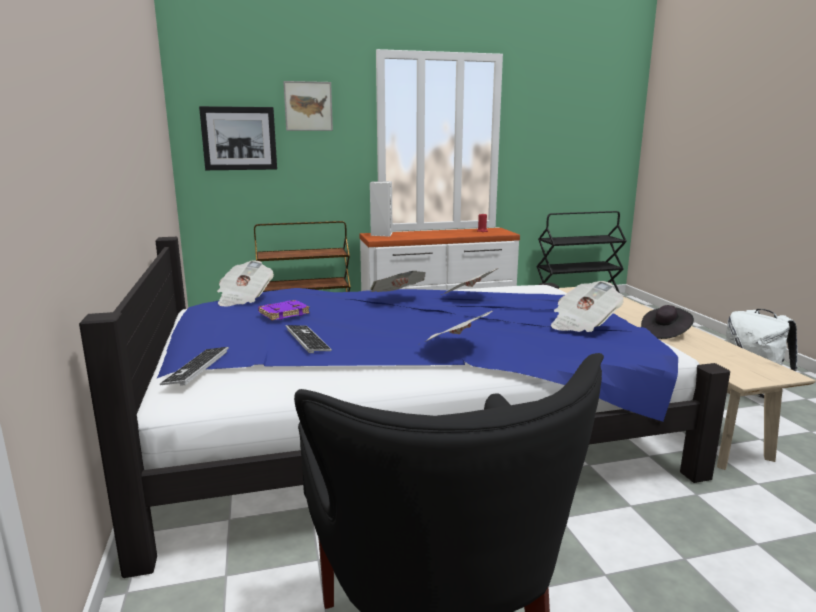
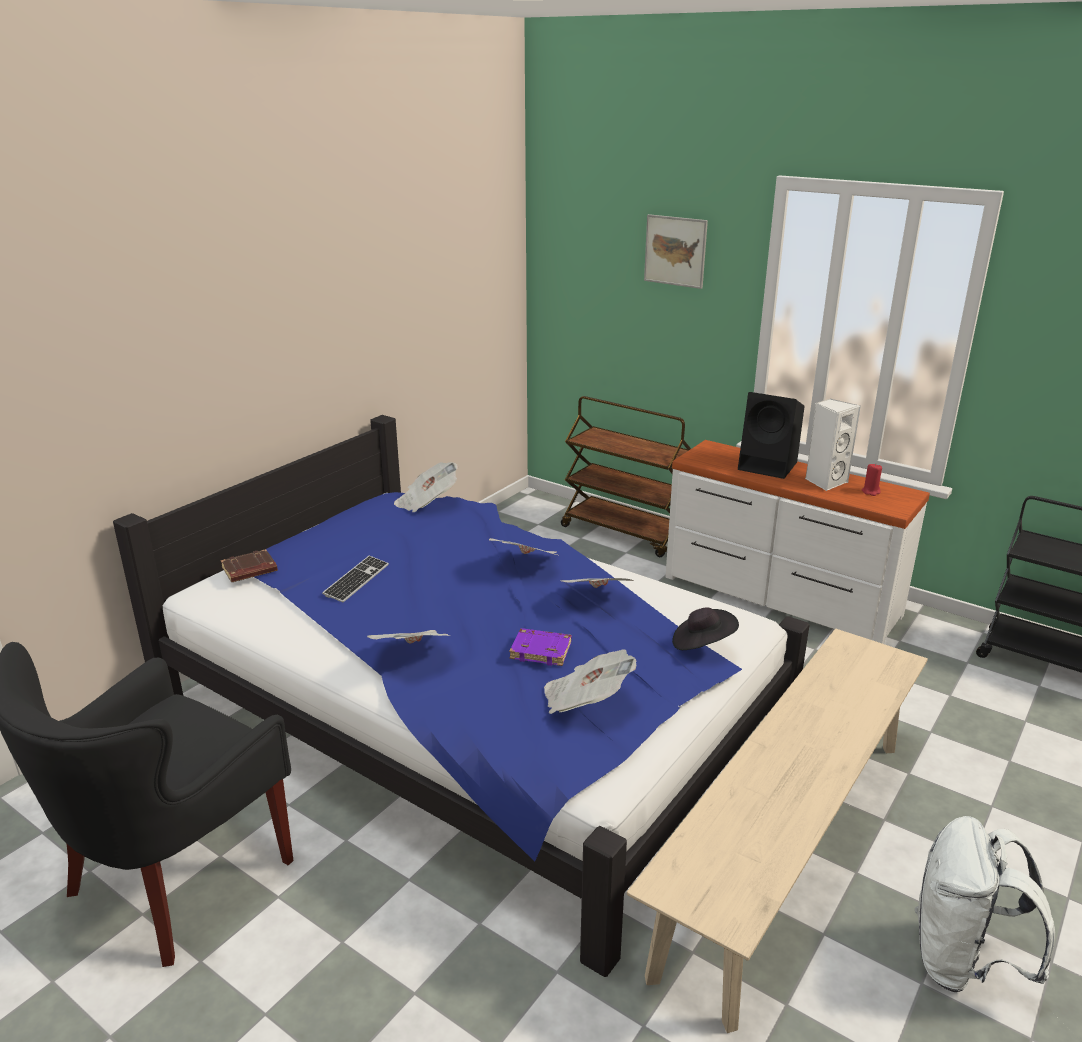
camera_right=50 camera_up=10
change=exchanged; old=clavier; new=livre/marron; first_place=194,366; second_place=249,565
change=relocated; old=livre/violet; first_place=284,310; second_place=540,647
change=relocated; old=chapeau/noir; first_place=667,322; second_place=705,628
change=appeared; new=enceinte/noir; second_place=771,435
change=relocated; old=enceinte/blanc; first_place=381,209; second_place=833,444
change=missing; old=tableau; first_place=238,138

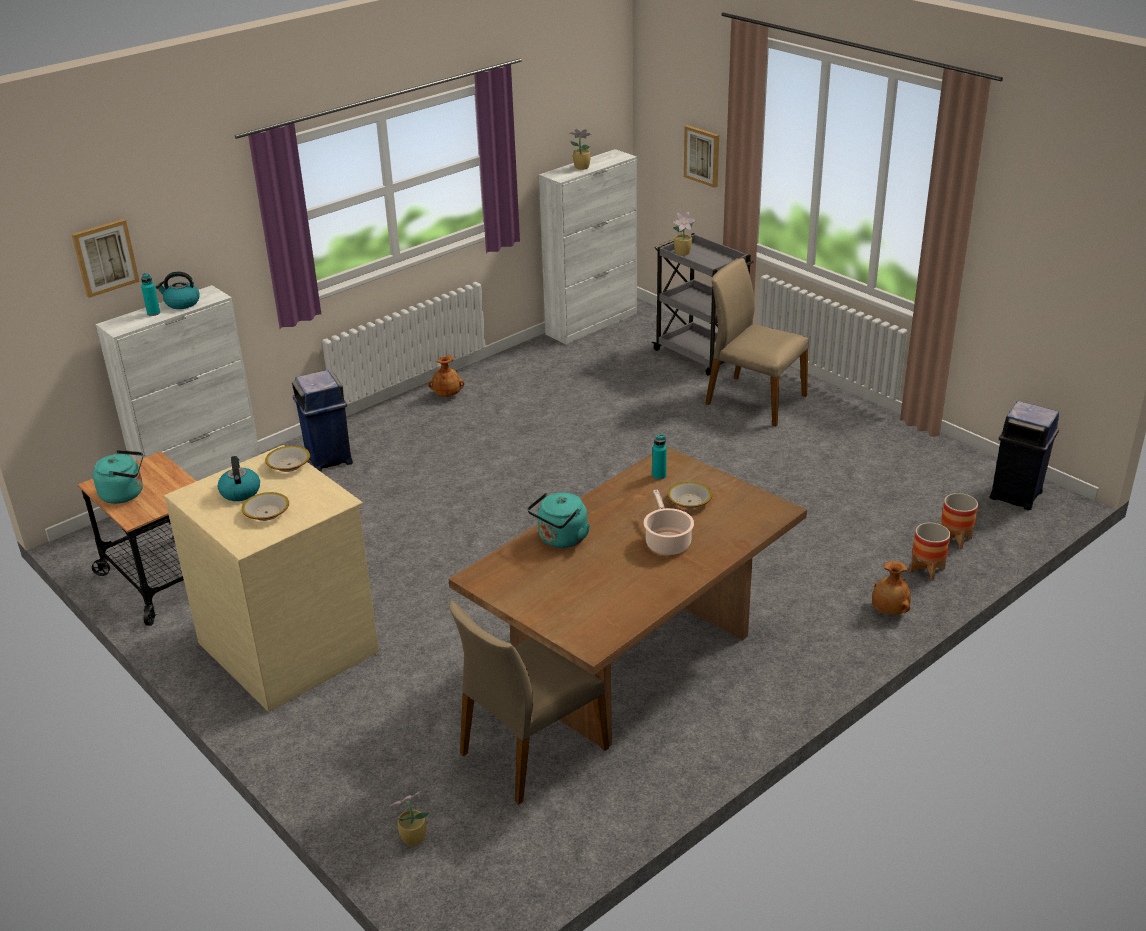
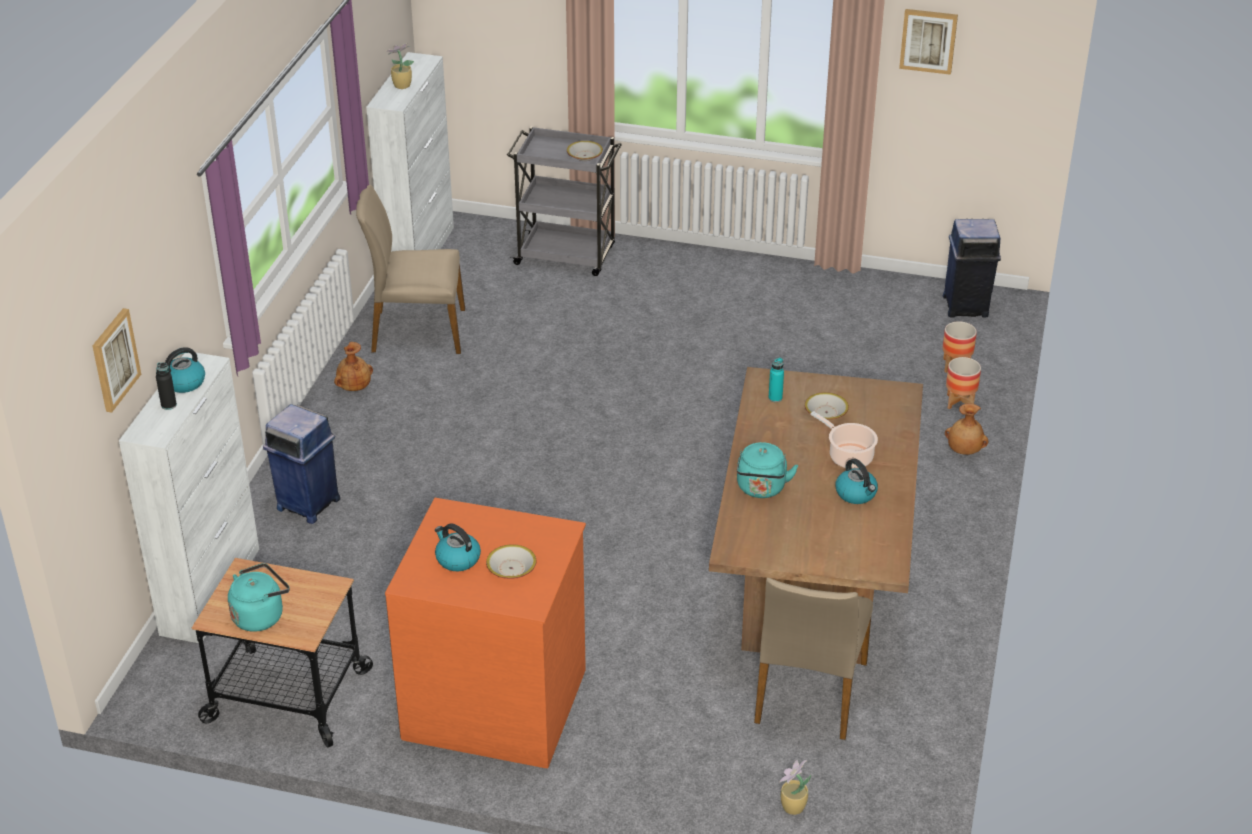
camera_right=-35 camera_up=5
change=colour; old=bouteille/turquoise; new=bouteille/noir; first_place=150,294; second_place=166,386
change=relocated; old=chaise/beige; first_place=757,342; second_place=410,269
change=colour; old=commode/beige; new=commode/orange; first_place=271,578; second_place=485,633
change=relocated; old=bol; first_place=287,459; second_place=585,151
change=appeared; new=bouilloire; second_place=856,481
change=relocated; old=tableau; first_place=701,156; second_place=928,42
change=missing; old=plante en pot; first_place=684,234

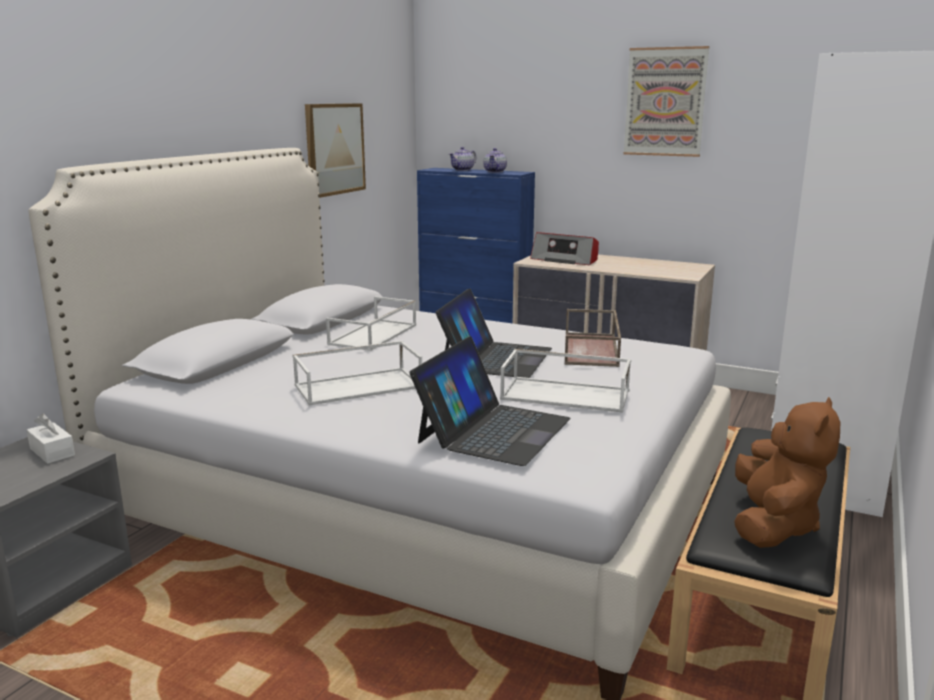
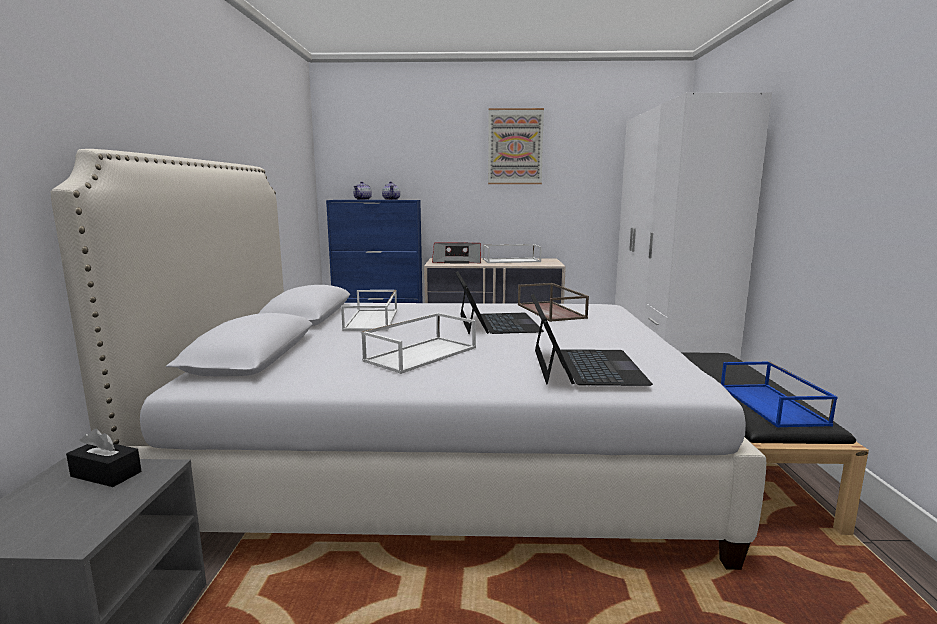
camera_right=-25 camera_up=-5
change=colour; old=boîte à mouchoirs/blanc; new=boîte à mouchoirs/noir; first_place=51,439; second_place=103,458
change=relocated; old=plateau/blanc; first_place=565,381; second_place=512,253
change=exchanged; old=peluche/marron; new=plateau/bleu; first_place=787,472; second_place=779,394
change=missing; old=tableau; first_place=335,150

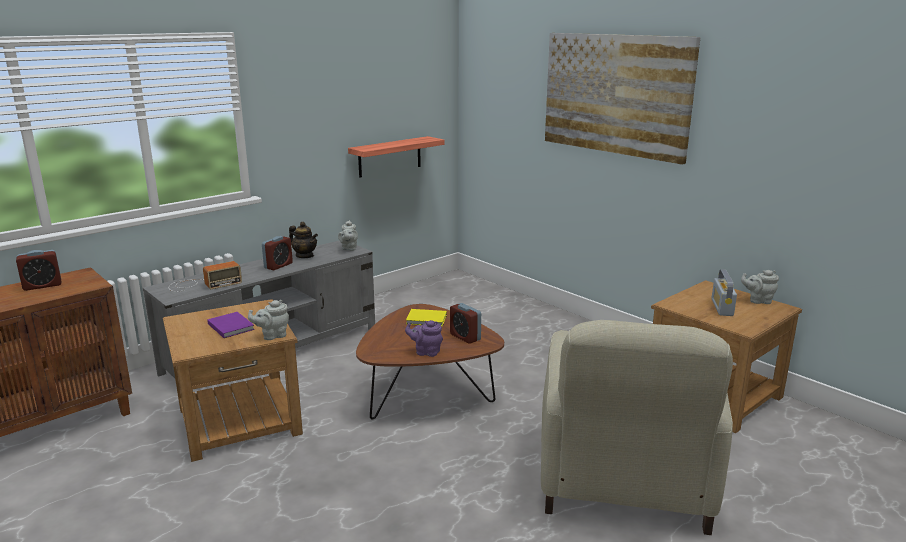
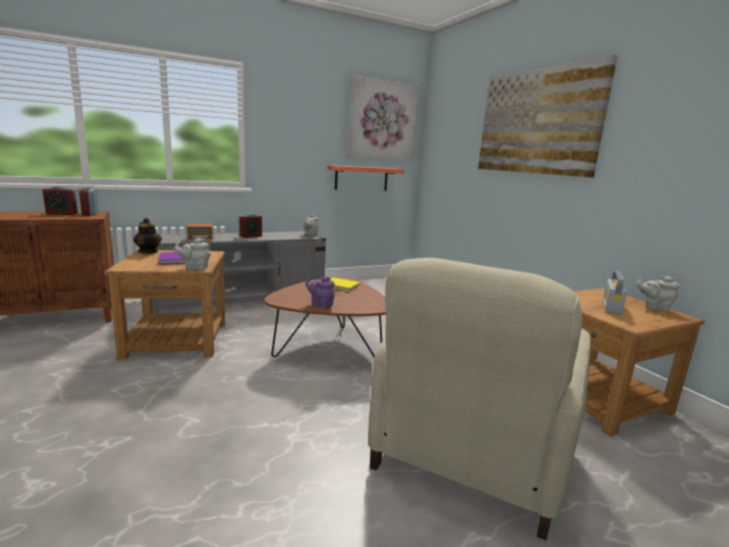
camera_right=15 camera_up=-5
change=relocated; old=réveil; first_place=465,323; second_place=88,201
change=relocated; old=théière; first_place=303,240; second_place=147,235
change=appeared; new=tableau; second_place=383,117

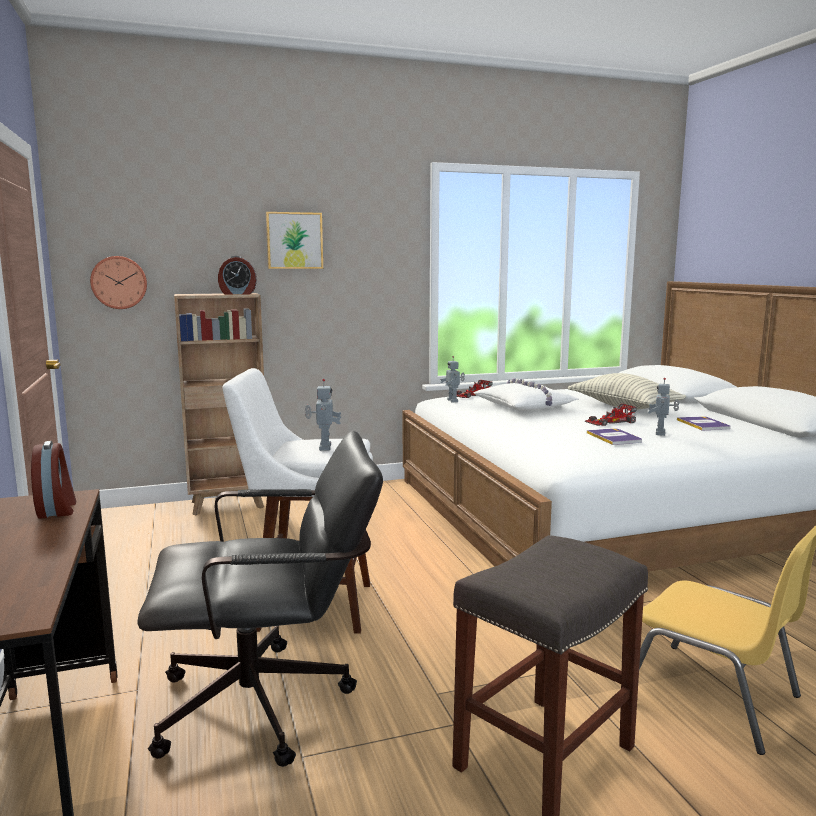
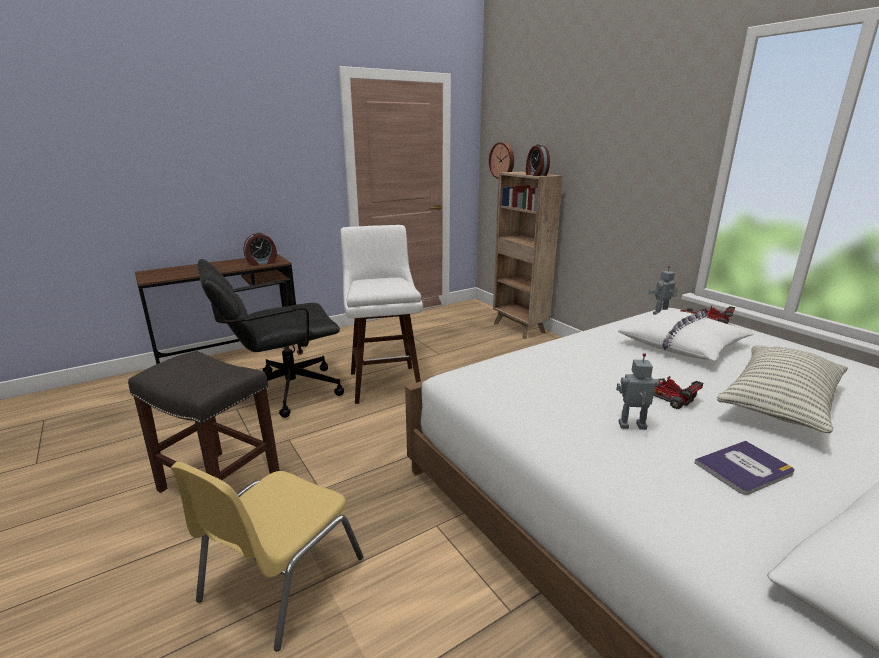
camera_right=75 camera_up=10
change=spun; old=chaise de bureau/noir; first_place=260,599; second_place=271,338; degrees=90
change=missing; old=tableau; first_place=294,240
change=missing; old=robot jouet; first_place=323,415
change=missing; old=livre; first_place=614,436

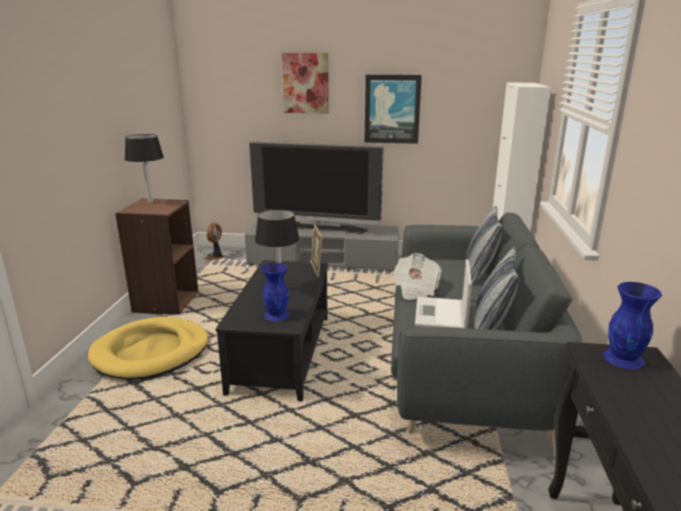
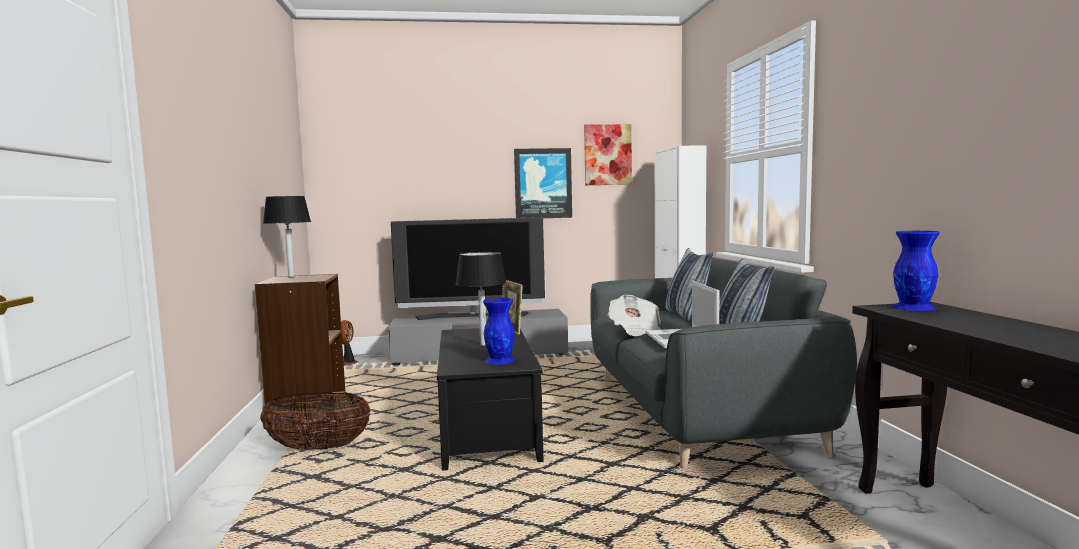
camera_right=-15 camera_up=-15
change=exchanged; old=panier pour chien/jaune; new=panier; first_place=148,348; second_place=315,421
change=relocated; old=tableau; first_place=305,83; second_place=608,154

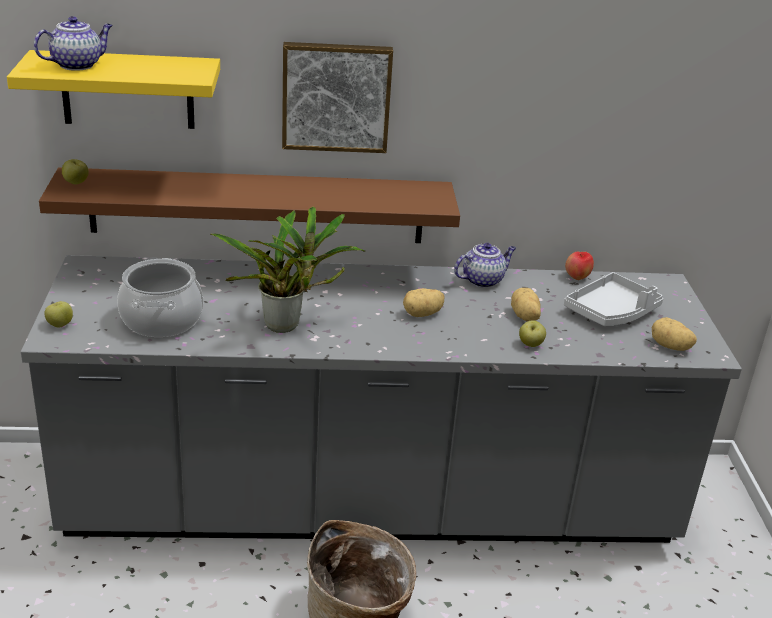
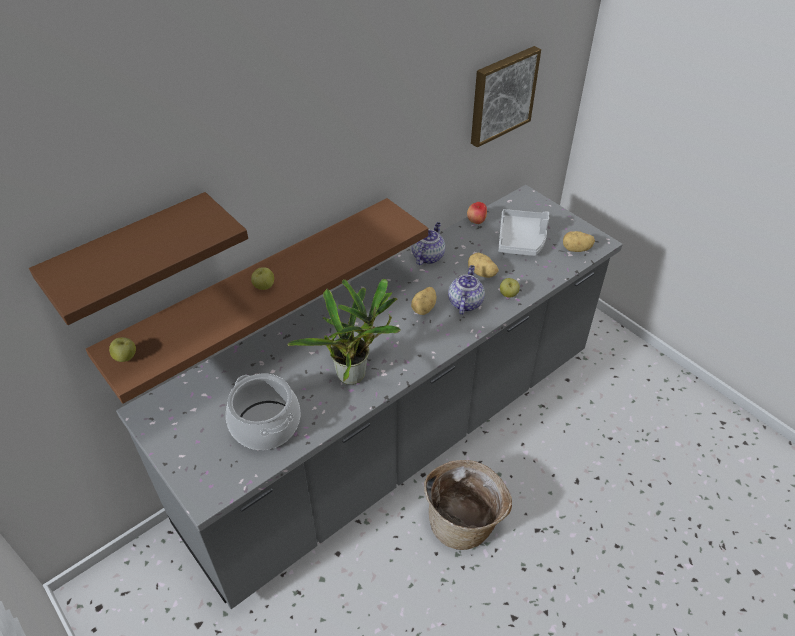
camera_right=-35 camera_up=15
change=colour; old=étagère/jaune; new=étagère/marron; first_place=113,89; second_place=138,258
change=relocated; old=pomme; first_place=58,314; second_place=262,278
change=relocated; old=théière; first_place=73,43; second_place=466,290
change=relocated; old=tableau; first_place=337,97; second_place=506,97

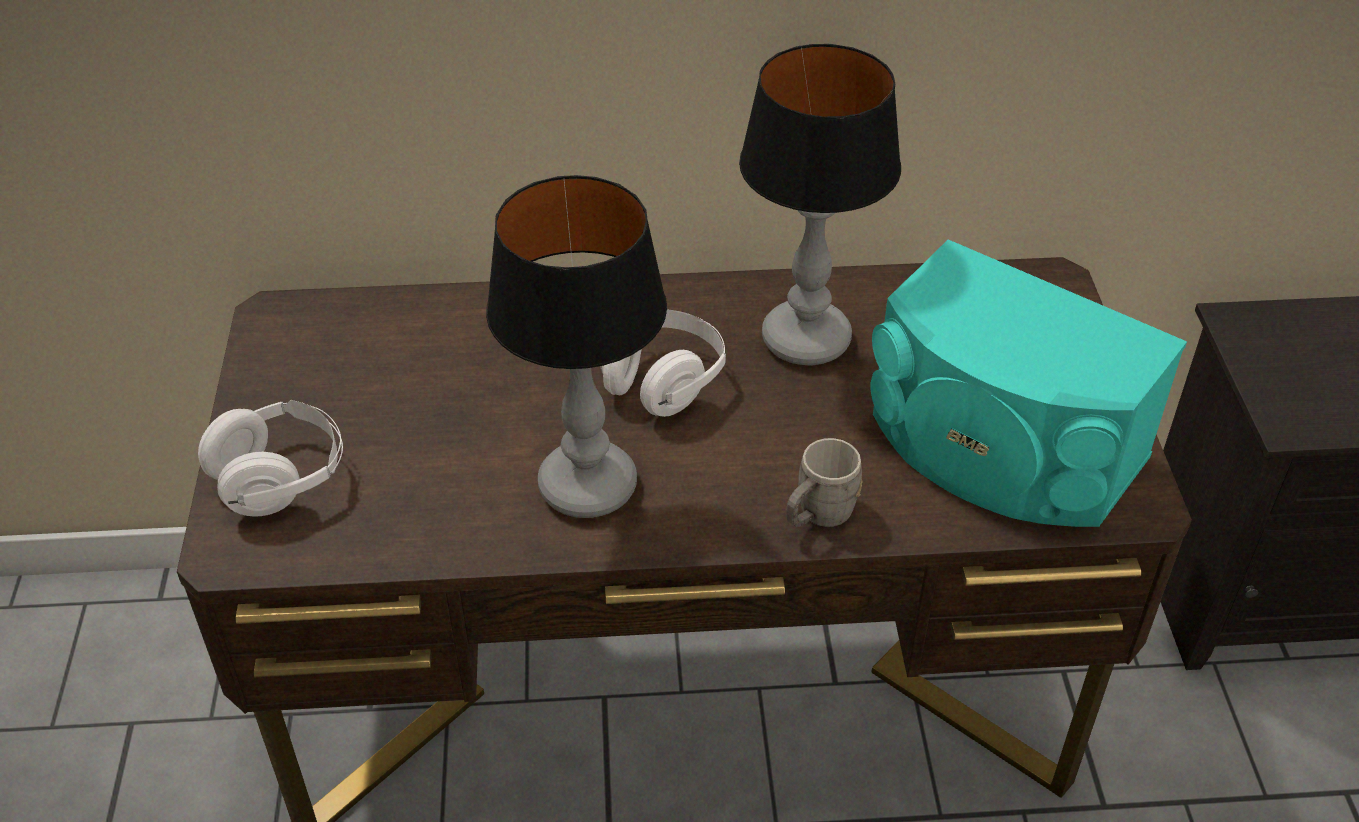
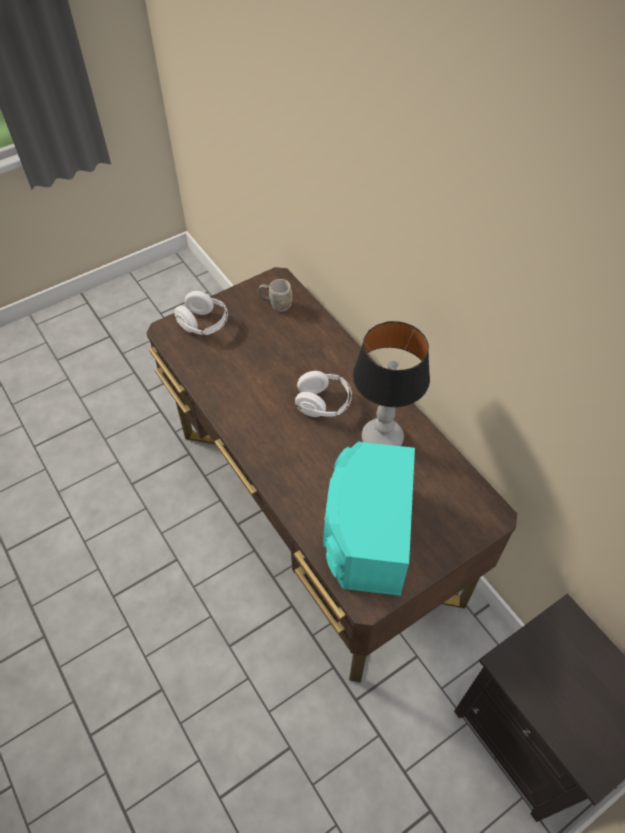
camera_right=60 camera_up=10
change=relocated; old=mug/gris; first_place=824,482; second_place=275,295
change=missing; old=lampe de table; first_place=576,346

